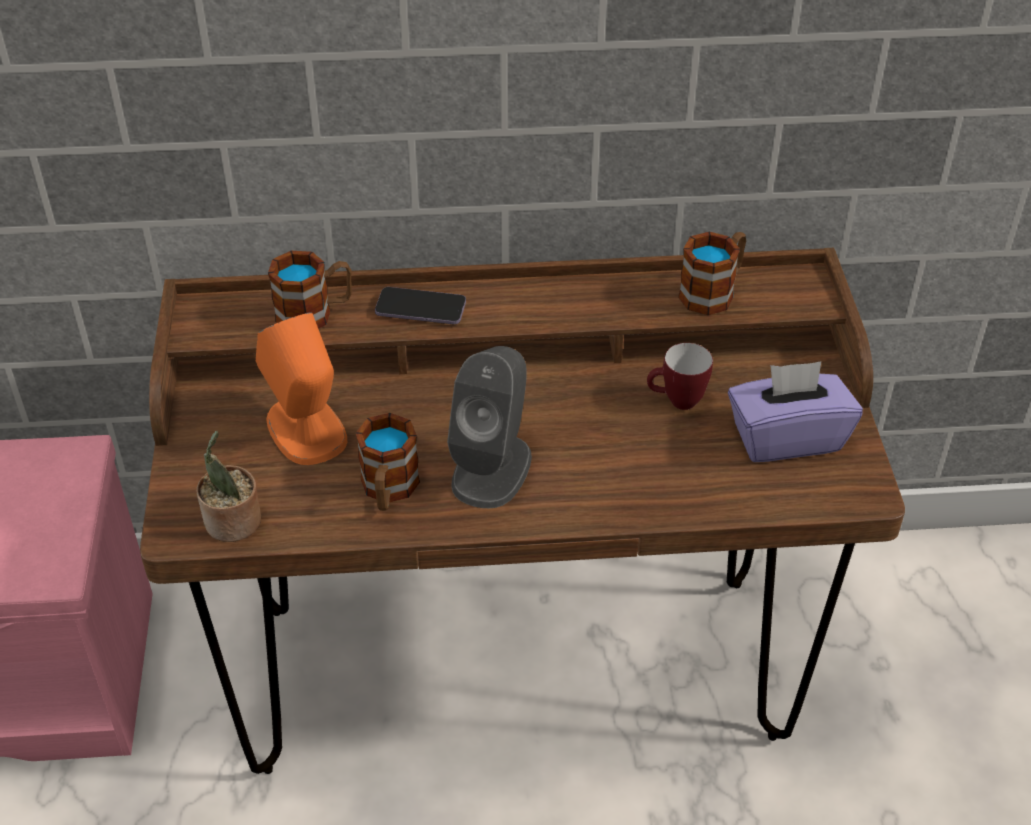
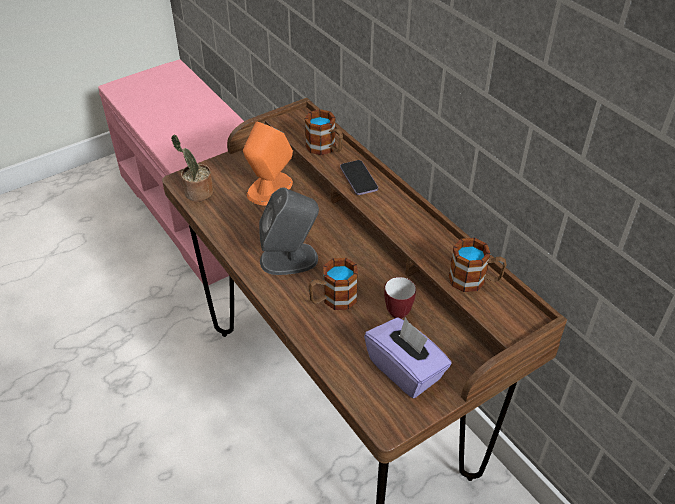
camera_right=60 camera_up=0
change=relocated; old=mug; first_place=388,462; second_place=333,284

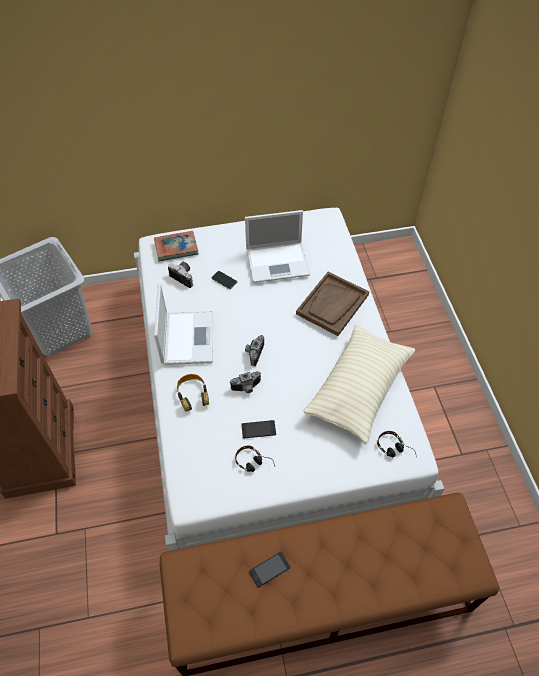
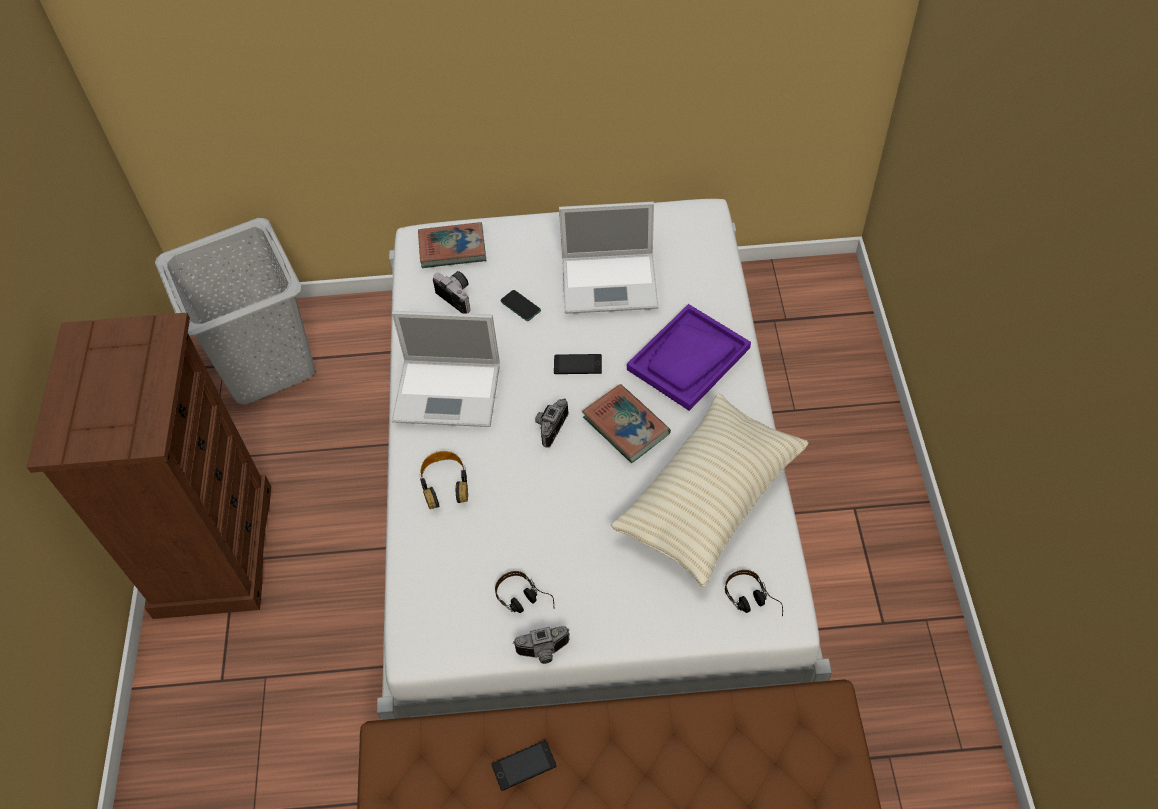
camera_right=10 camera_up=0
change=spun; old=ordinateur portable; first_place=183,324; second_place=446,369; degrees=90
change=relocated; old=appareil photo; first_place=245,382; second_place=541,645
change=relocated; old=téléphone; first_place=258,429; second_place=578,364
change=appeared; new=livre; second_place=626,423
change=colour; old=plateau/marron; new=plateau/violet; first_place=332,304; second_place=689,357

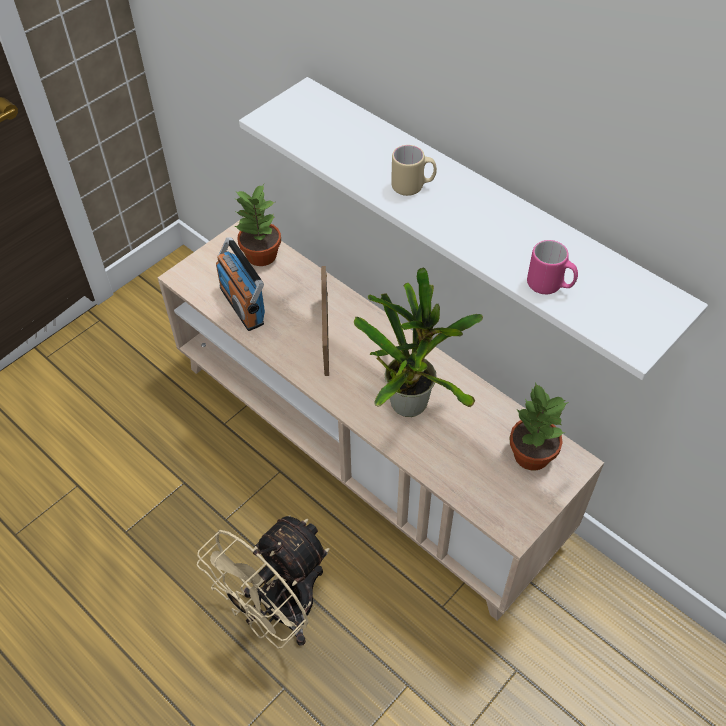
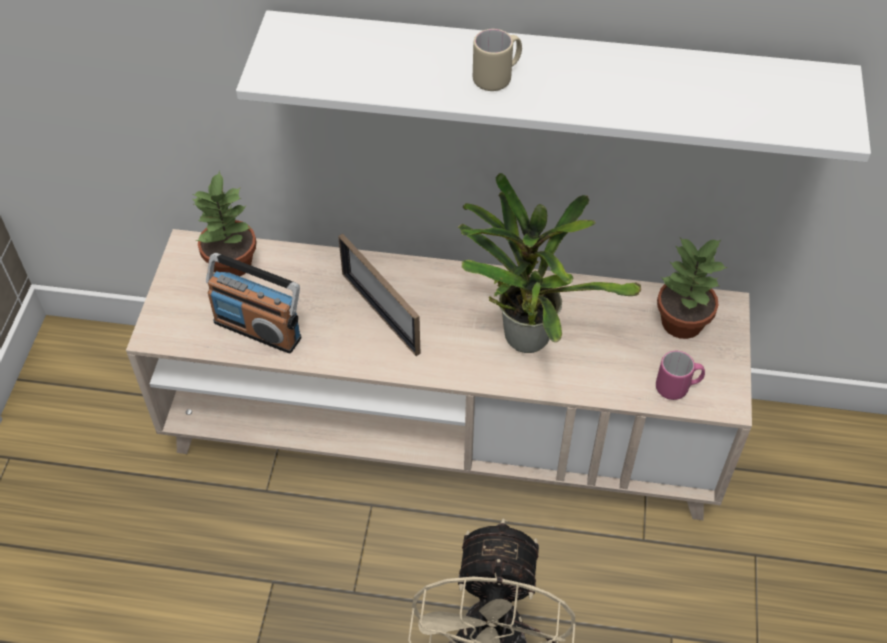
camera_right=-35 camera_up=0
change=relocated; old=mug/rose; first_place=552,267; second_place=680,375

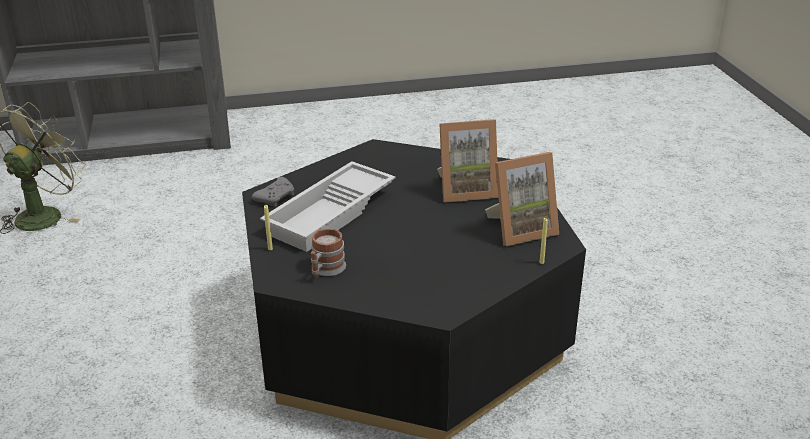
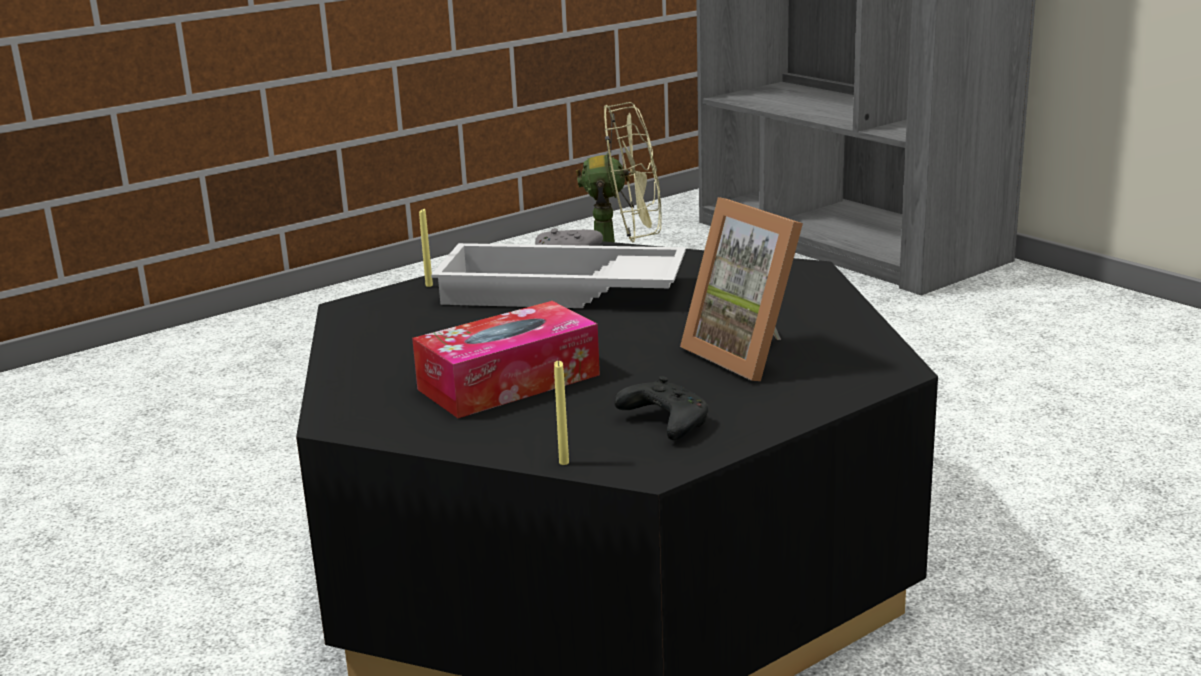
camera_right=65 camera_up=-10
change=appeared; new=boîte à mouchoirs; second_place=506,359
change=exchanged; old=cadre photo; new=manette/noir; first_place=522,199; second_place=661,408
change=missing; old=mug; first_place=328,252

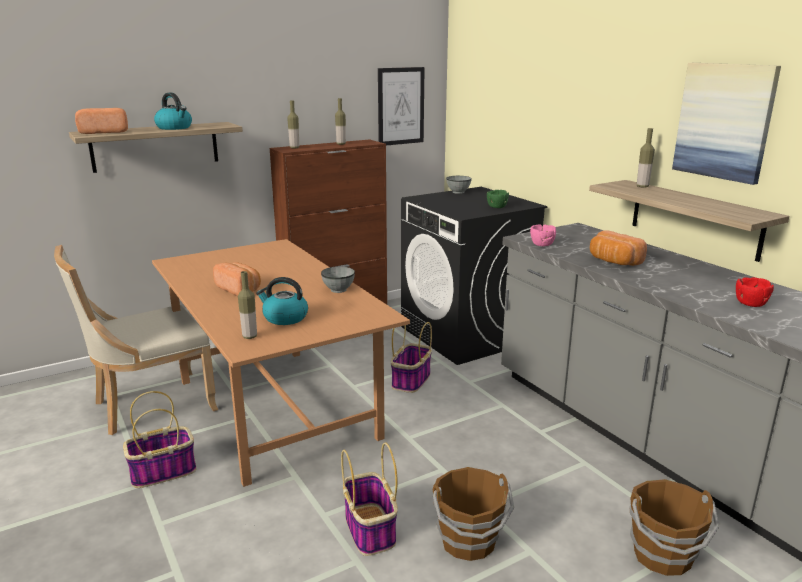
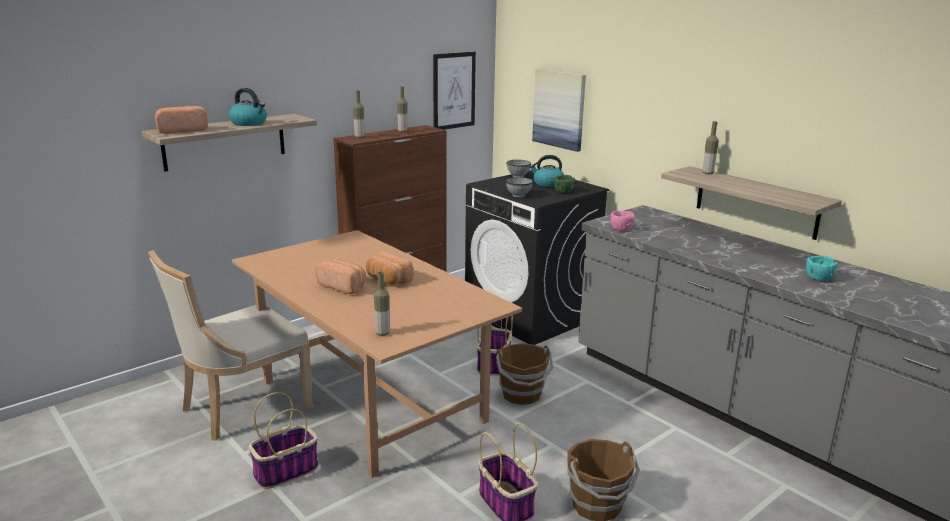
camera_right=-10 camera_up=0
change=relocated; old=pain; first_place=618,248; second_place=390,268
change=relocated; old=seau/marron; first_place=674,527; second_place=525,374
change=relocated; old=bol/gris; first_place=338,279; second_place=519,187
change=relocated; old=bouilloire; first_place=282,301; second_place=546,171
change=relocated; old=tableau; first_place=726,124; second_place=559,110
change=colour; old=bol/rouge; new=bol/turquoise; first_place=755,292; second_place=822,268

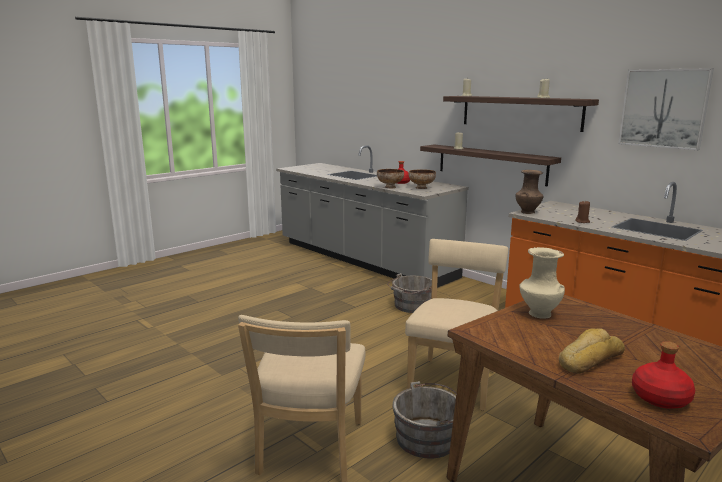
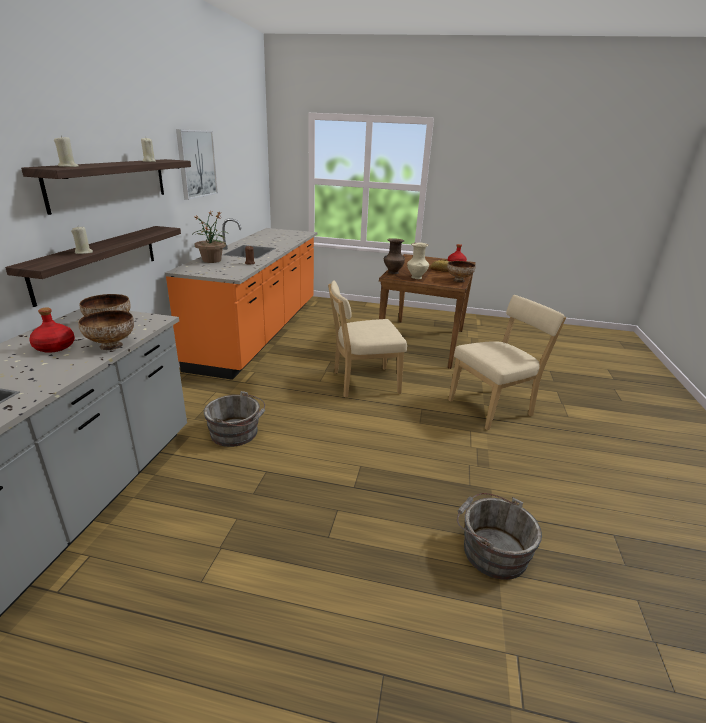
camera_right=-125 camera_up=10
change=appeared; new=plante en pot; second_place=210,237
change=relocated; old=vase/marron; first_place=530,192; second_place=394,256
change=appeared; new=bol; second_place=461,271
change=relocated; old=seau/gris; first_place=424,420; second_place=499,536

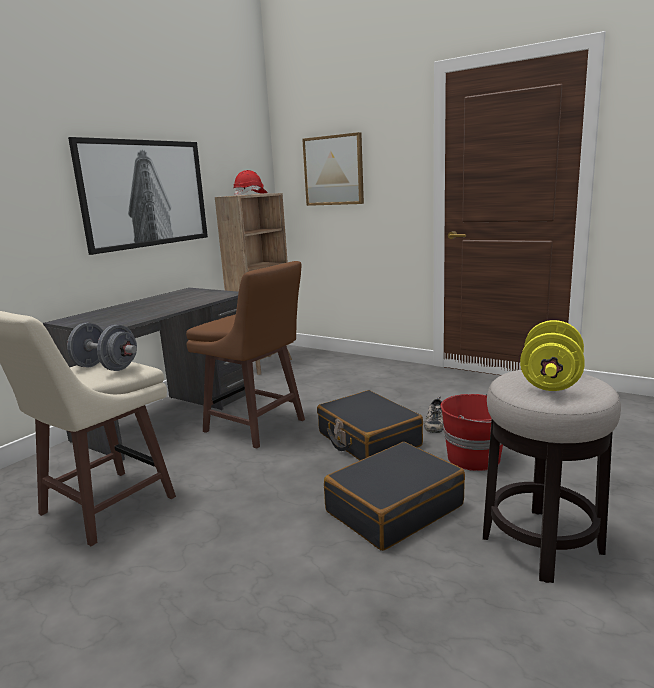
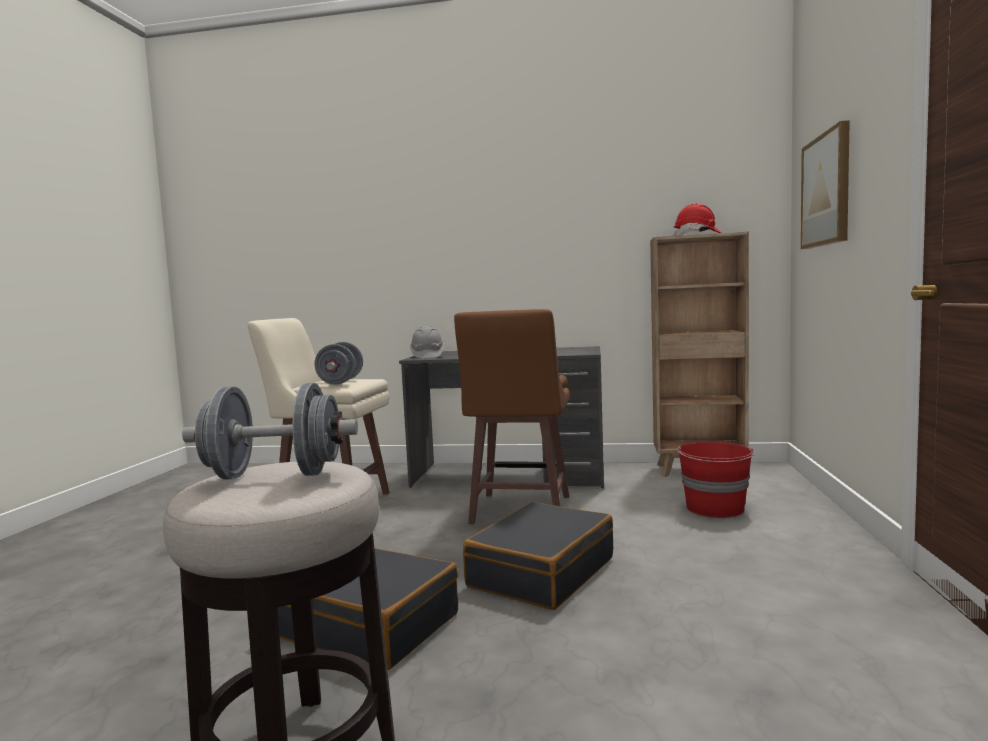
camera_right=65 camera_up=-10
change=colour; old=haltère/jaune; new=haltère/gris; first_place=552,355; second_place=270,431
change=appeared; new=casque de chantier/gris; second_place=427,342
change=relocated; old=seau/rouge; first_place=472,432; second_place=716,480
change=missing; old=tableau; first_place=138,196
change=missing; old=chaussure; first_place=434,415

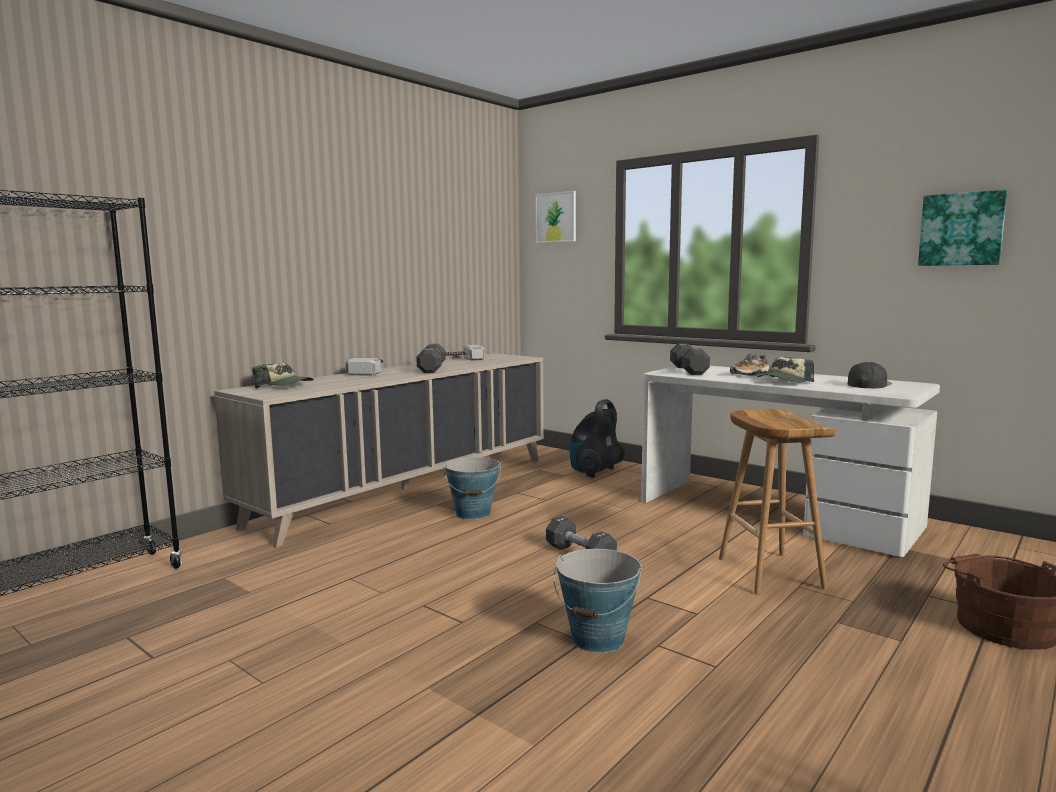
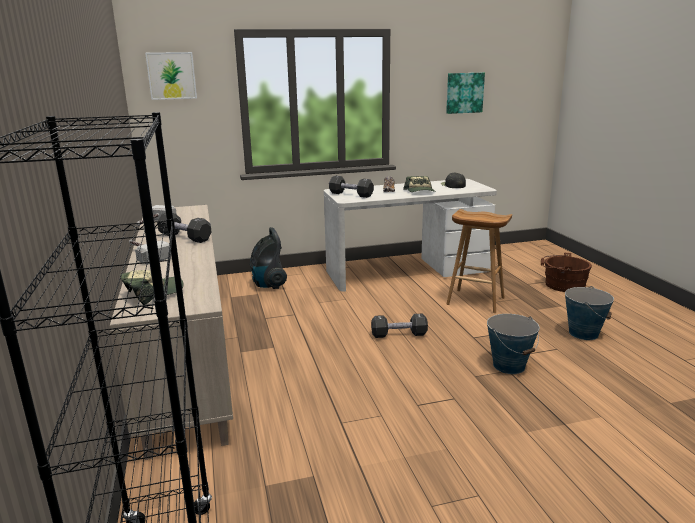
camera_right=-55 camera_up=10
change=relocated; old=seau; first_place=472,488; second_place=589,313

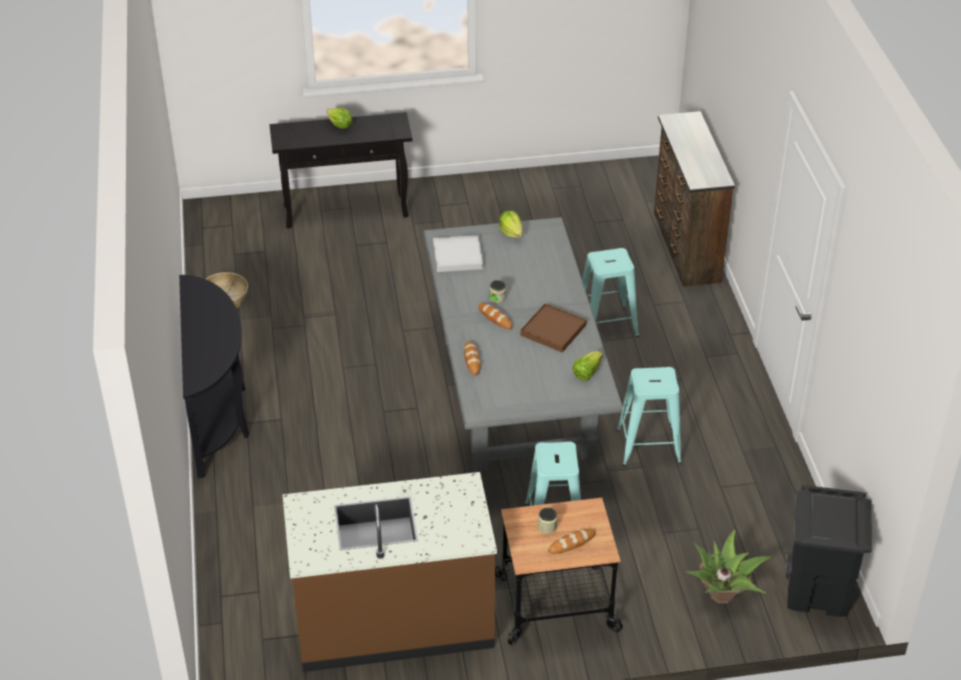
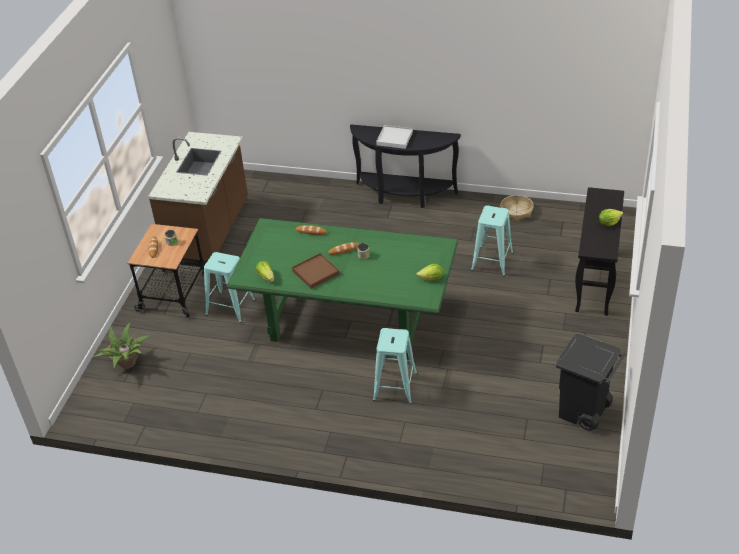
camera_right=115 camera_up=0
change=colour; old=table à manger/gris; new=table à manger/vert; first_place=523,344; second_place=342,288
change=relocated; old=plateau/blanc; first_place=458,253; second_place=394,137
change=relocated; old=tabouret/turquoise; first_place=649,416; second_place=492,240
change=relocated; old=poubelle/noir; first_place=829,551; second_place=591,382
change=missing; old=commode/marron; first_place=694,199

